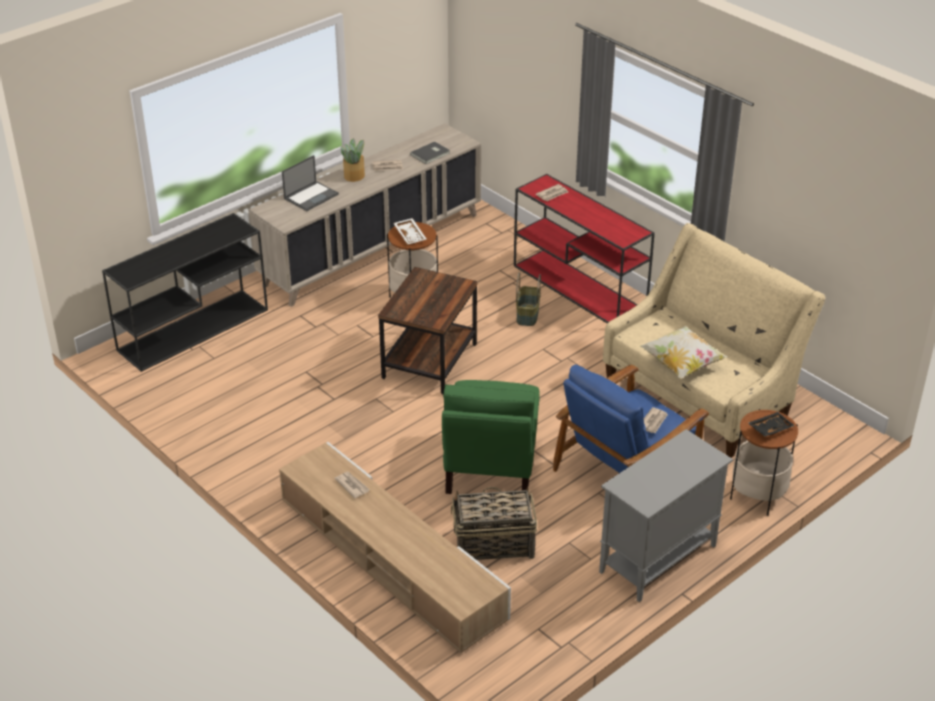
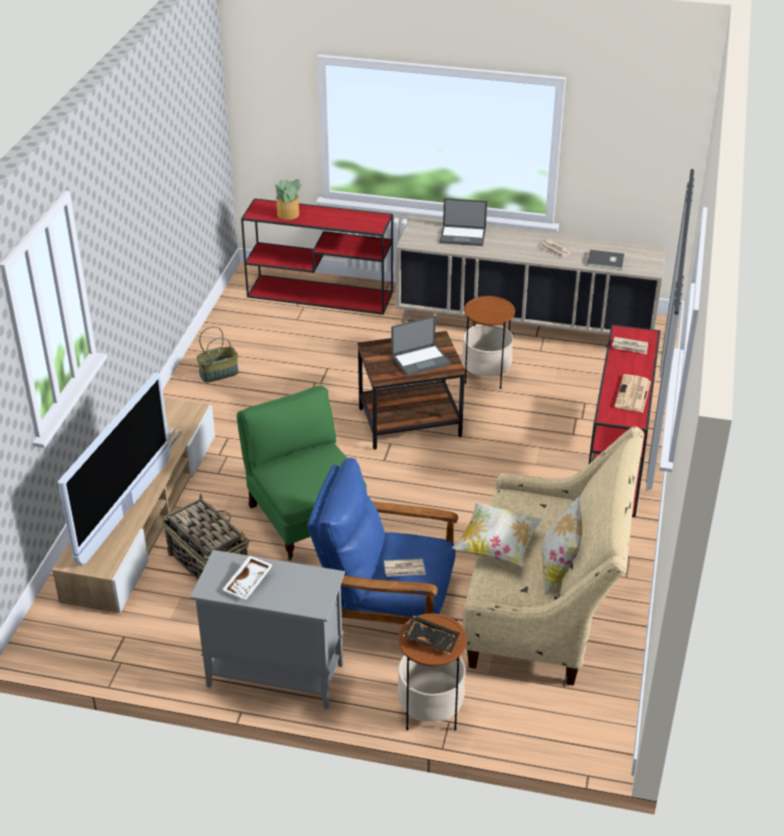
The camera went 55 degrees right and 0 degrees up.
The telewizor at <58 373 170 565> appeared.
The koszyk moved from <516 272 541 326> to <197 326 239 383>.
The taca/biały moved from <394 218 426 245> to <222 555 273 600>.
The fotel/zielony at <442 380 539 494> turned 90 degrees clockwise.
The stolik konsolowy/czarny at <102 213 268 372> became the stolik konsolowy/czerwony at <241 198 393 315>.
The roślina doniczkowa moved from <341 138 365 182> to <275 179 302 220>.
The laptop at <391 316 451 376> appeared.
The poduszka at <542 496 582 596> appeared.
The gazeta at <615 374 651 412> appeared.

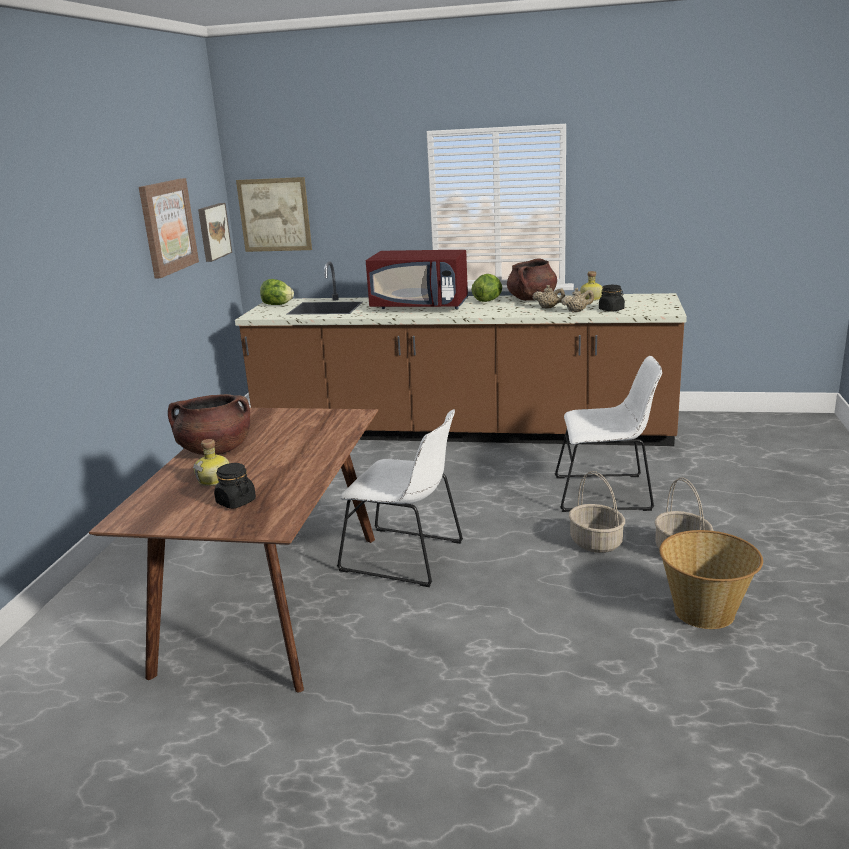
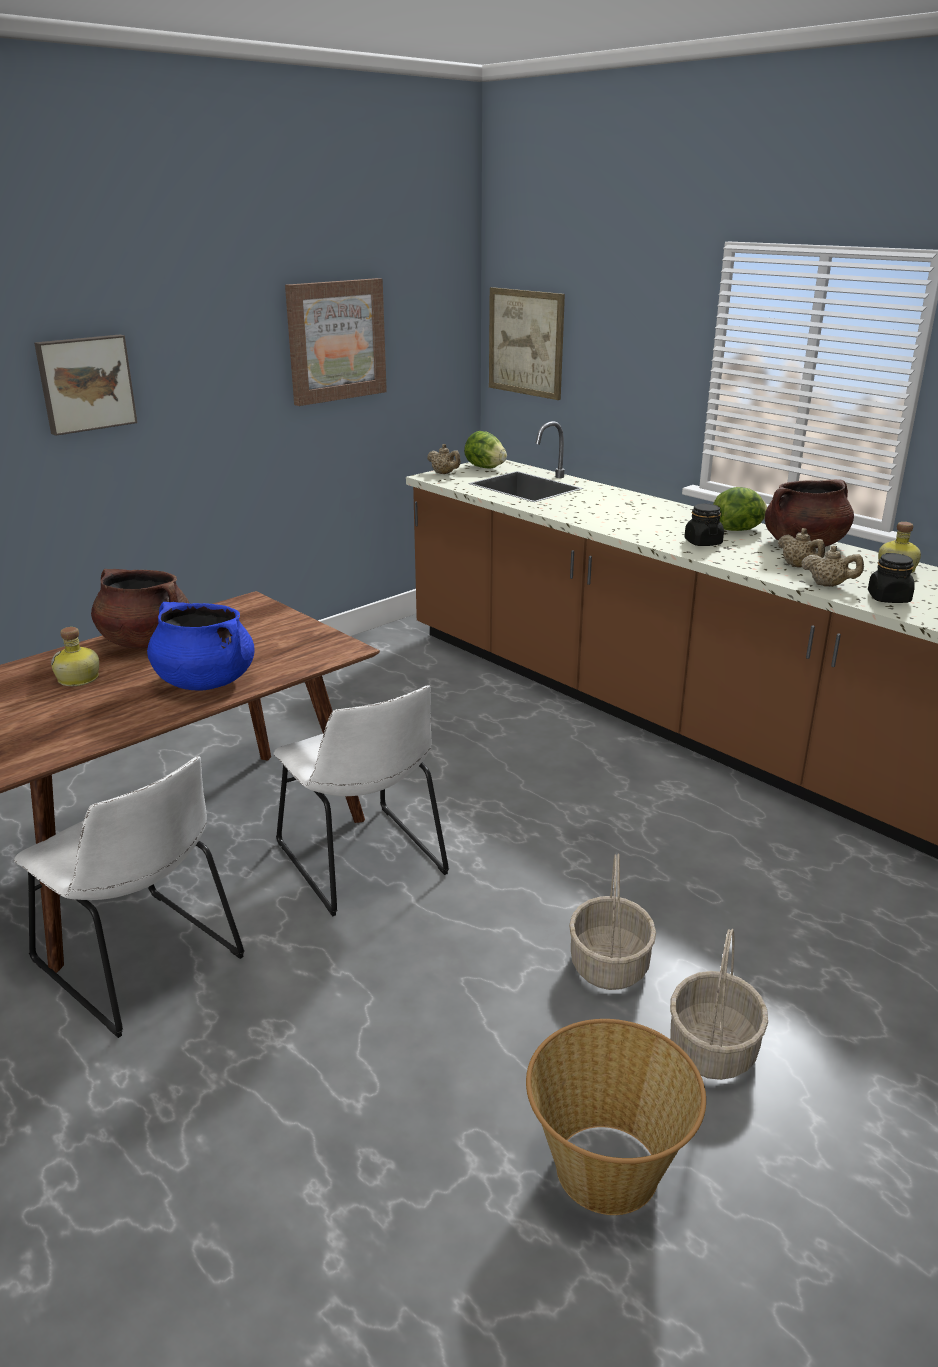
The camera went 35 degrees right and 5 degrees up.
The krzesło/biały moved from <555 356 662 512> to <14 756 245 1038>.
The obraz moved from <198 203 232 262> to <34 335 137 436>.
The garnek/niebieski at <147 602 255 691> appeared.
The imbryk/beżowy at <427 444 461 474> appeared.
The słoik/czarny moved from <214 463 256 509> to <684 504 724 546>.
The mikrofalówka/czerwony at <366 250 468 309> disappeared.

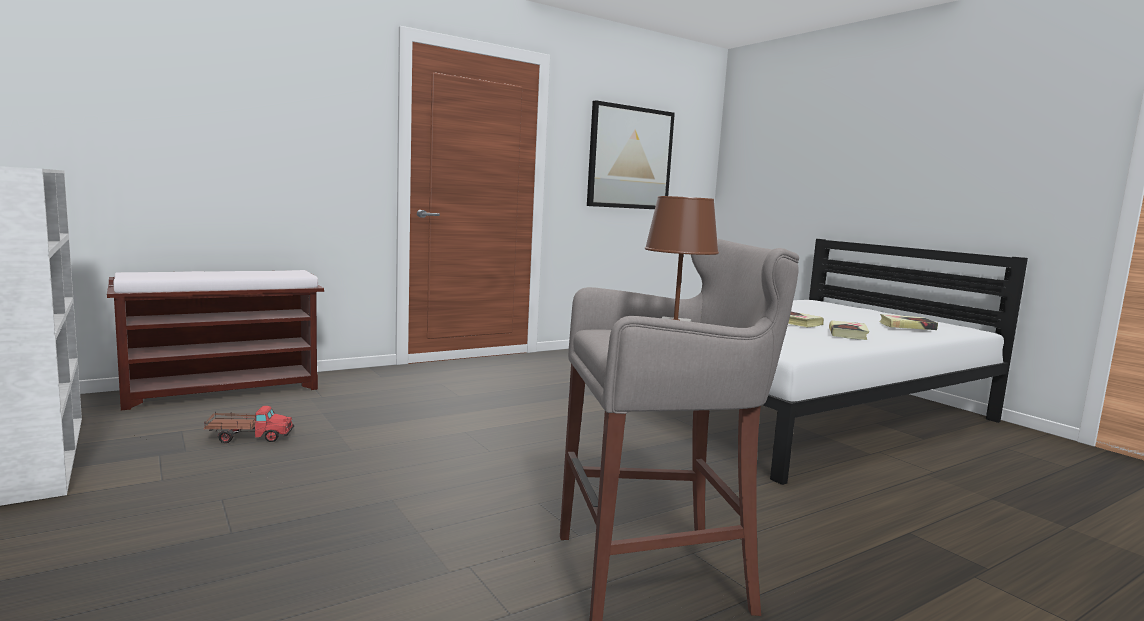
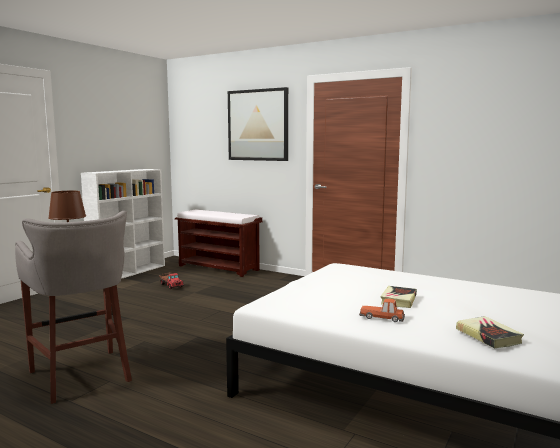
The camera went 65 degrees right and 0 degrees up.
The obraz moved from <587 100 675 209> to <228 87 288 161>.
The książka at <829 321 869 340> was replaced by the samochodzik at <359 299 405 322>.

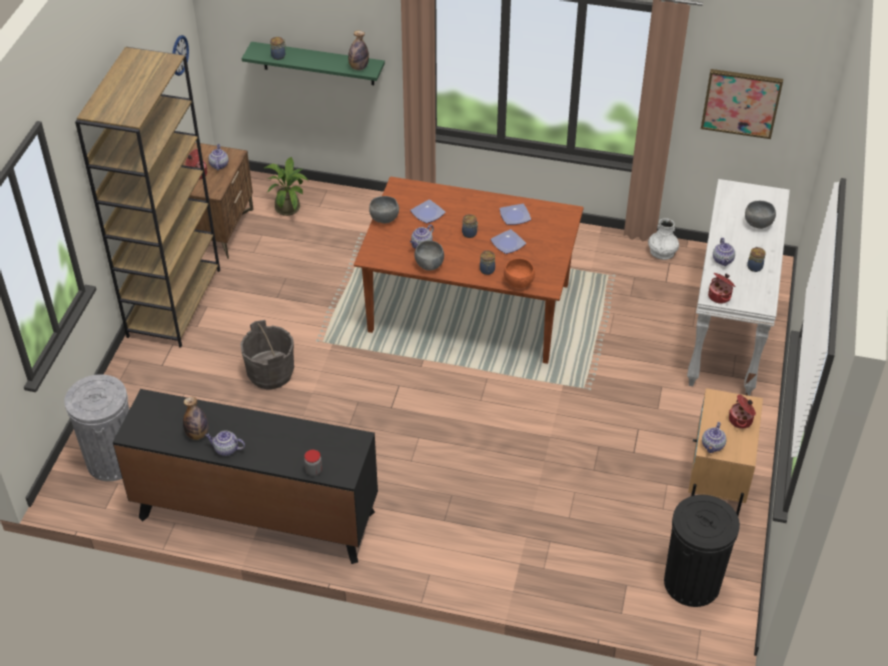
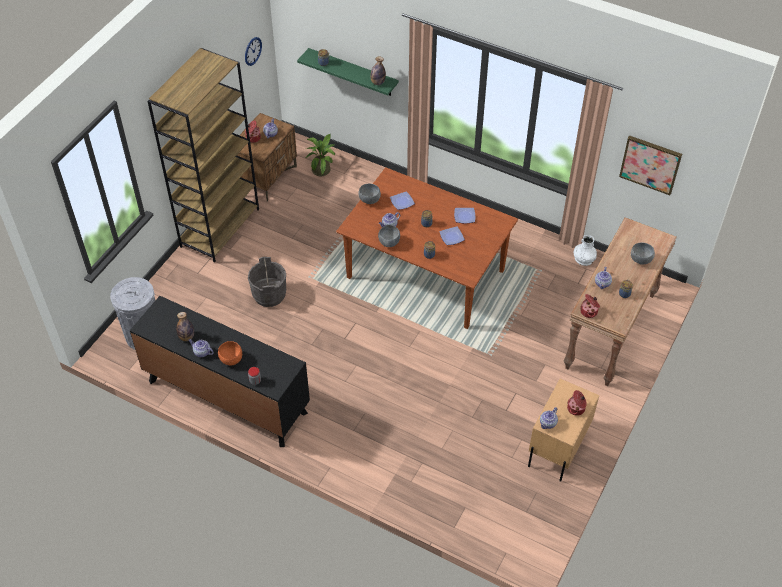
The camera went 15 degrees right and 5 degrees up.
The miska/pomarańczowy moved from <504 258 535 288> to <218 341 242 365>.
The stolik konsolowy/biały at <687 179 790 396> became the stolik konsolowy/brązowy at <563 217 677 386>.
The kosz na śmieci/czarny at <664 495 740 607> disappeared.

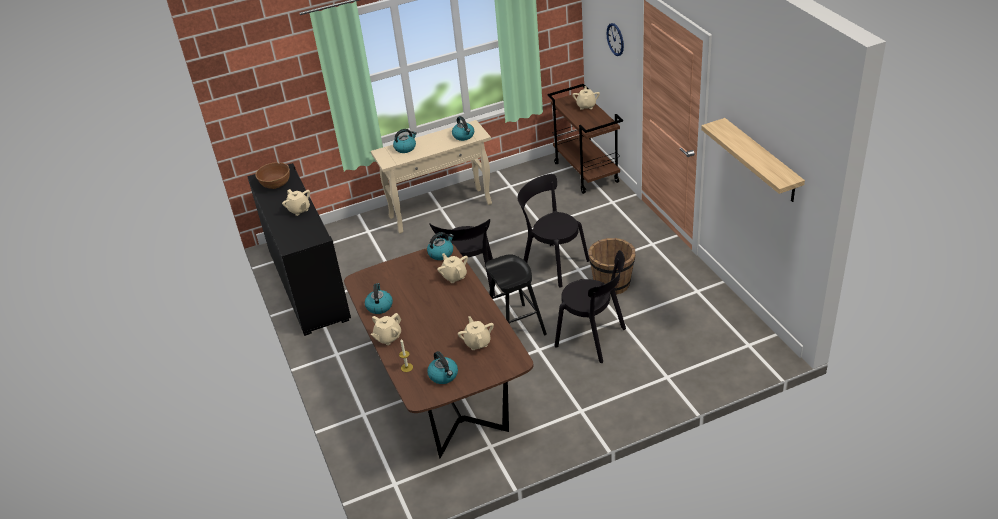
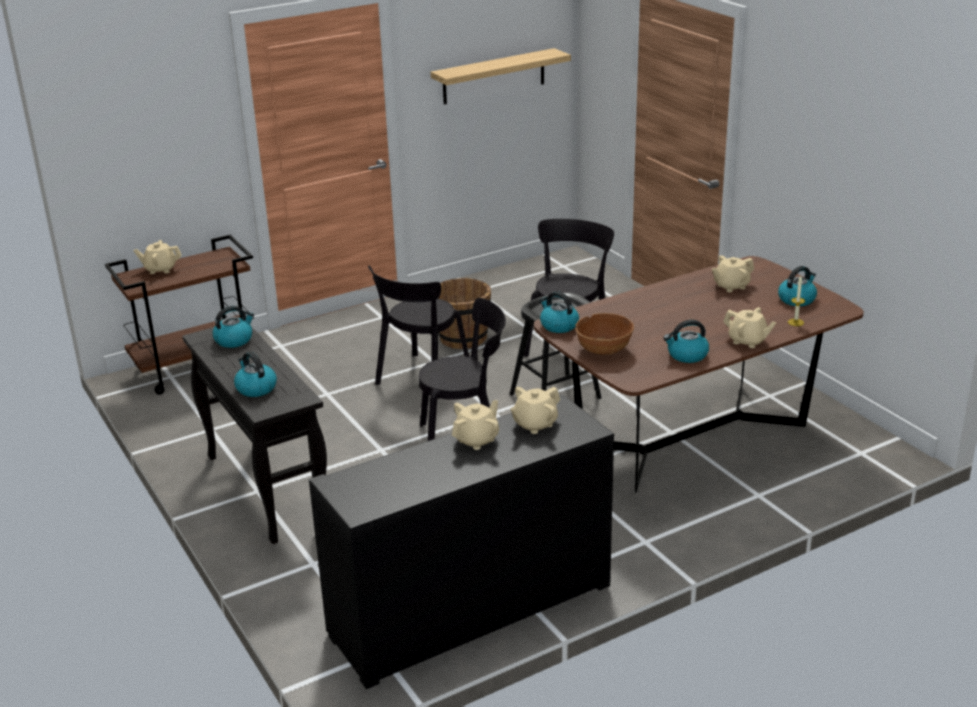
The camera went 100 degrees left and 10 degrees down.
The stolik konsolowy/beżowy at <371 120 492 234> became the stolik konsolowy/czarny at <182 326 327 544>.
The imbryk/beżowy moved from <437 253 468 283> to <510 387 560 434>.
The miska/brązowy moved from <255 162 290 189> to <575 313 634 355>.
The zegar ścienny at <607 23 624 56> disappeared.

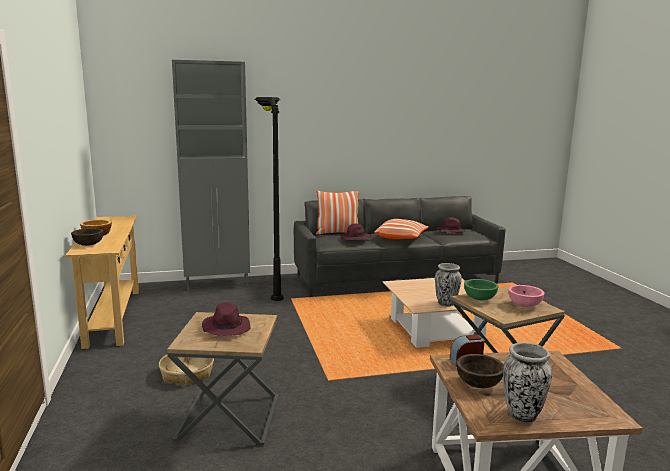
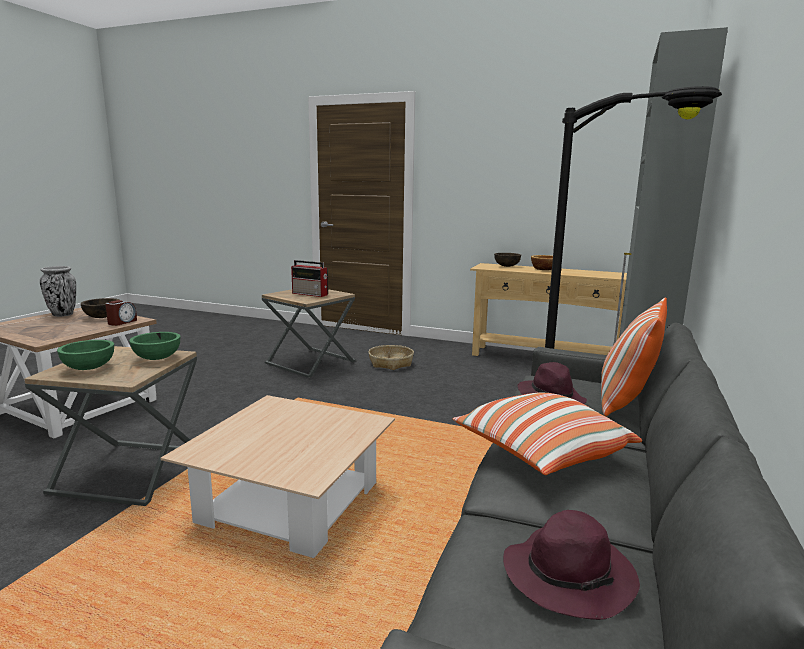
The camera went 125 degrees right and 0 degrees up.
The miska/różowy at <508 285 545 307> became the miska/zielony at <57 340 114 370>.
The kapelusz/fioletowy at <202 302 250 336> was replaced by the radio at <291 260 328 297>.
The wazon at <435 263 462 306> disappeared.

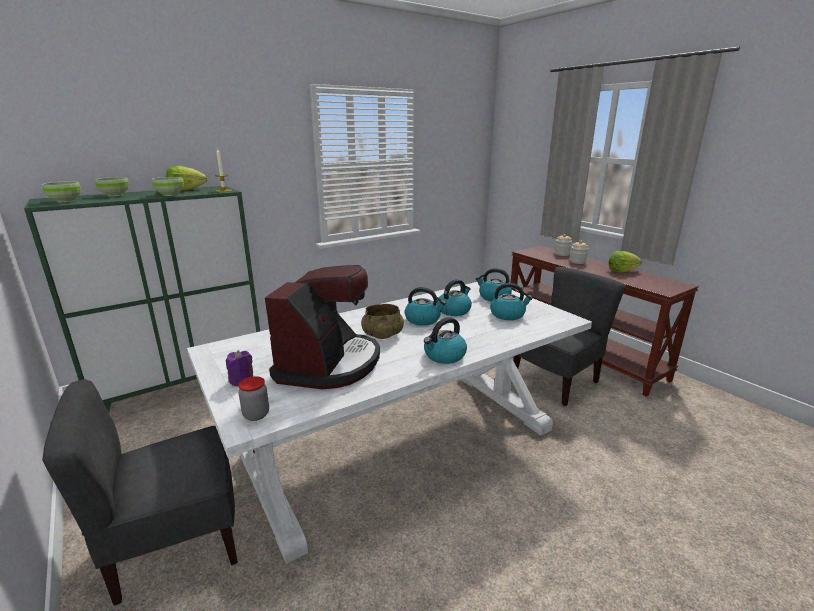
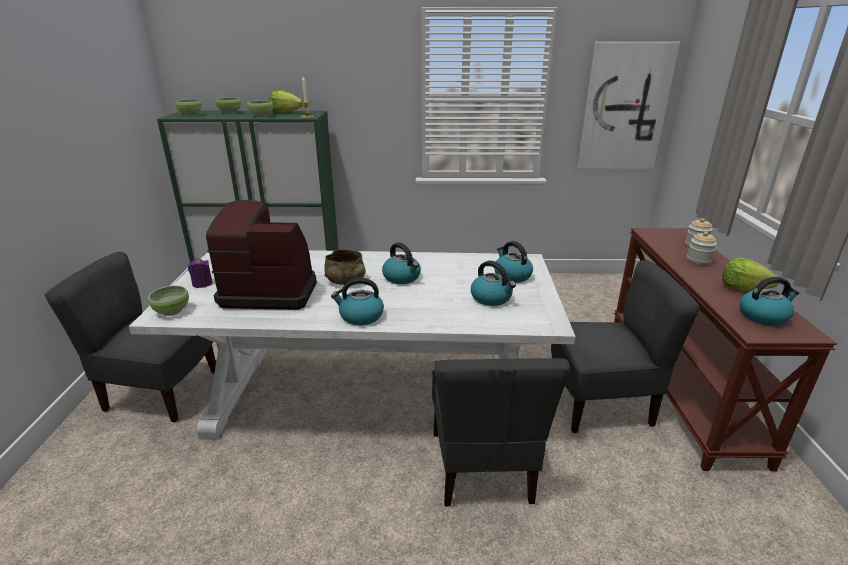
The camera went 35 degrees right and 5 degrees up.
The słoik at <238 376 269 421> was replaced by the miska/zielony at <148 285 189 316>.
The ekspres do kawy at <265 265 380 389> turned 135 degrees counterclockwise.
The krzesło/szary at <432 358 570 507> appeared.
The obraz at <577 42 680 169> appeared.
The czajnik moved from <437 279 472 316> to <740 277 799 326>.

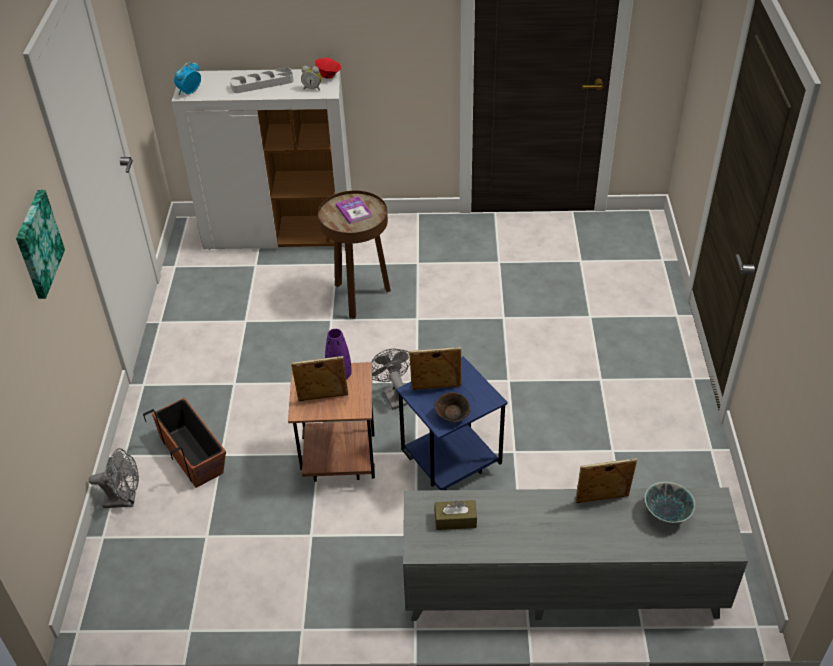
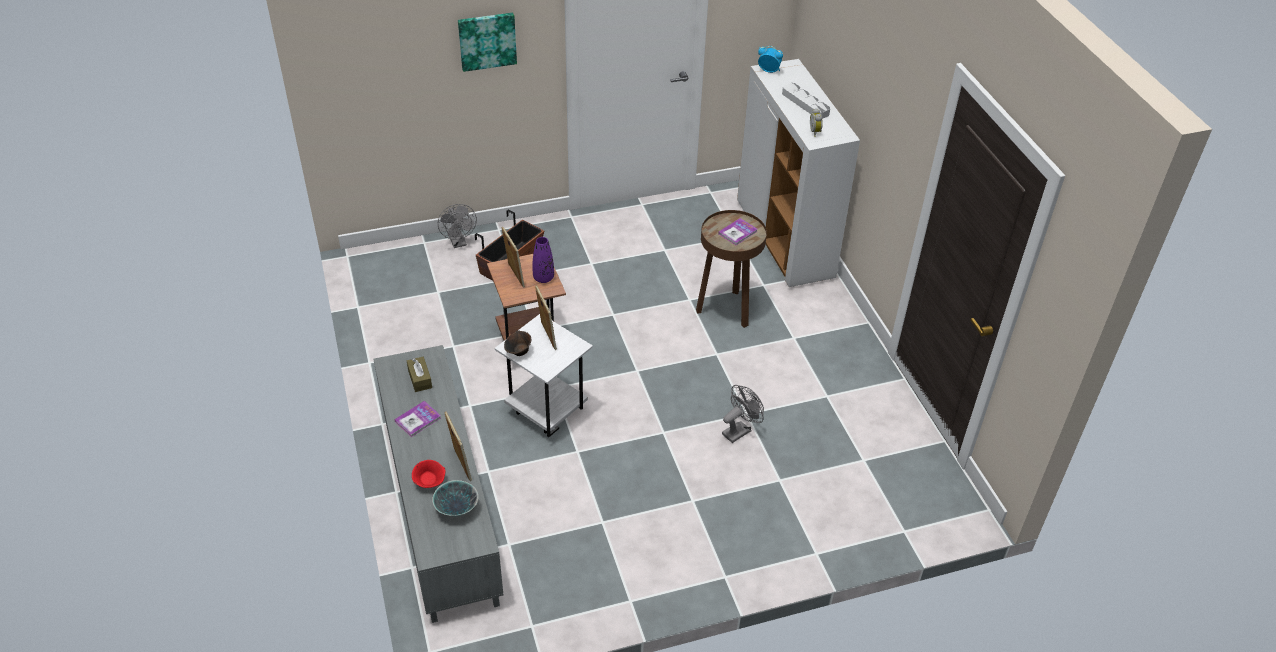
The camera went 70 degrees right and 0 degrees up.
The książka at <394 401 441 437> appeared.
The miska/czerwony moved from <315 58 341 79> to <412 460 446 488>.
The stolik/niebieski at <396 356 508 490> became the stolik/biały at <495 314 593 437>.
The wentylator/szary moved from <371 348 410 410> to <722 385 764 443>.

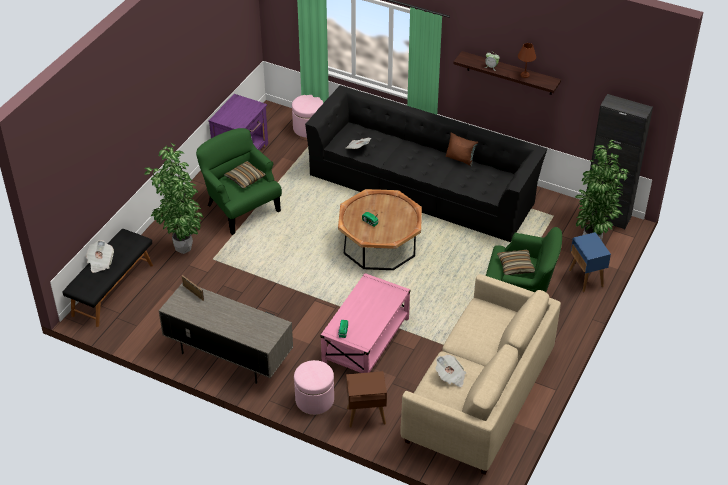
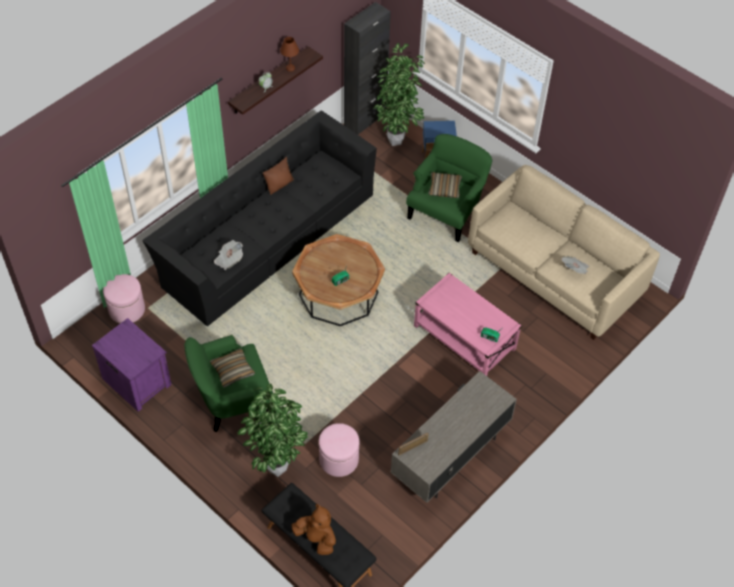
The camera went 75 degrees left and 10 degrees up.
The gazeta at <86 240 114 273> was replaced by the pluszak/brązowy at <292 504 336 555>.
The pufa/różowy moved from <294 360 334 415> to <319 423 359 477>.
The stolik/brązowy at <346 371 387 428> disappeared.

